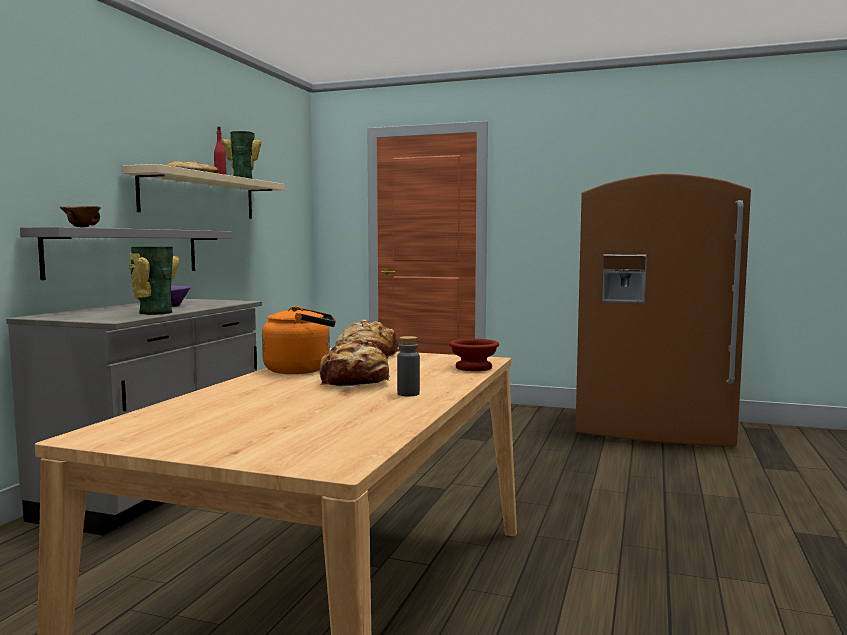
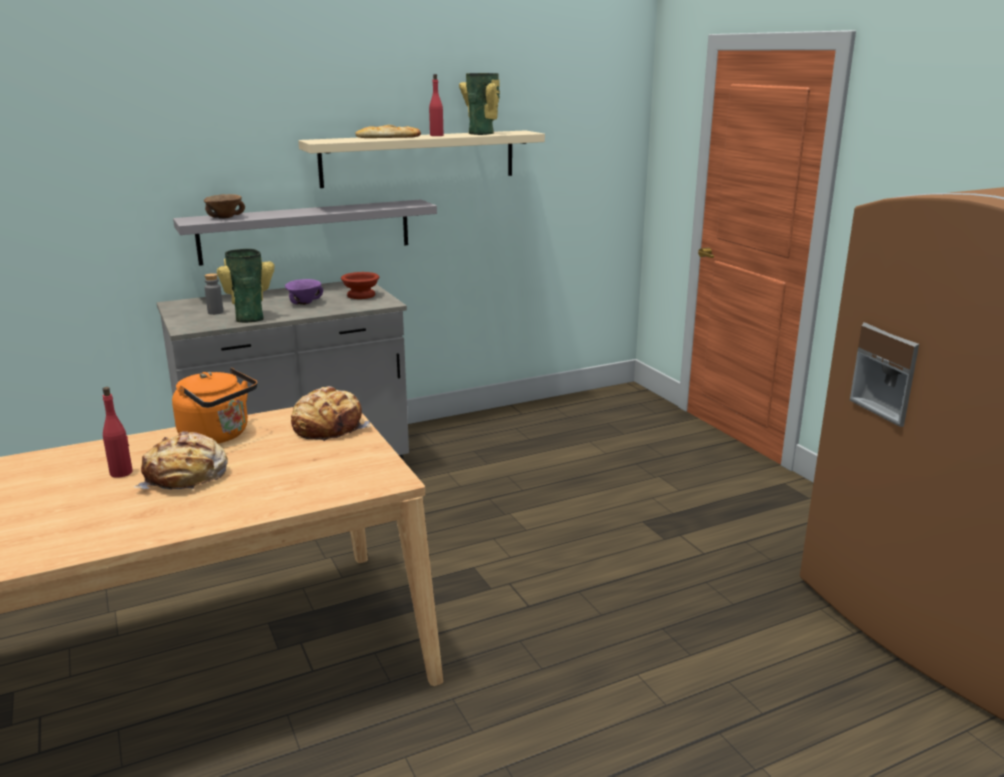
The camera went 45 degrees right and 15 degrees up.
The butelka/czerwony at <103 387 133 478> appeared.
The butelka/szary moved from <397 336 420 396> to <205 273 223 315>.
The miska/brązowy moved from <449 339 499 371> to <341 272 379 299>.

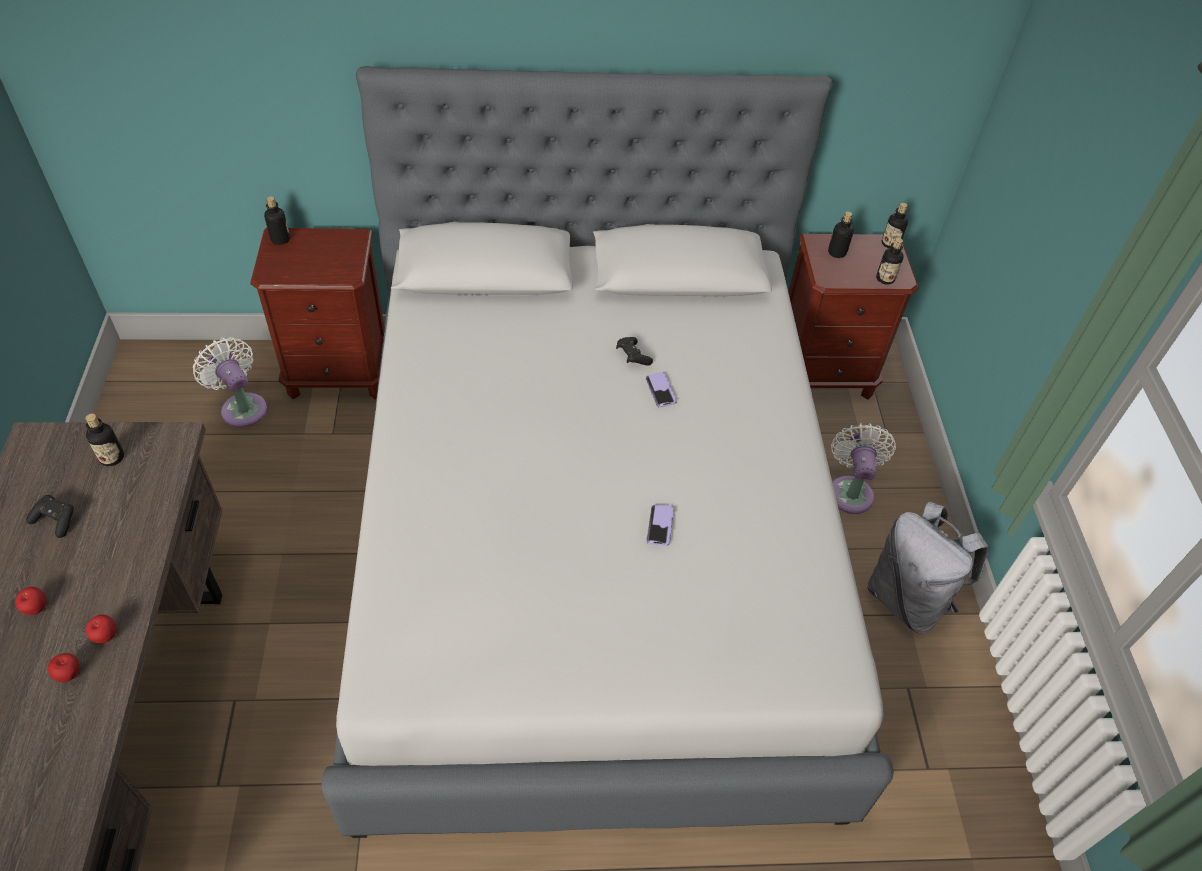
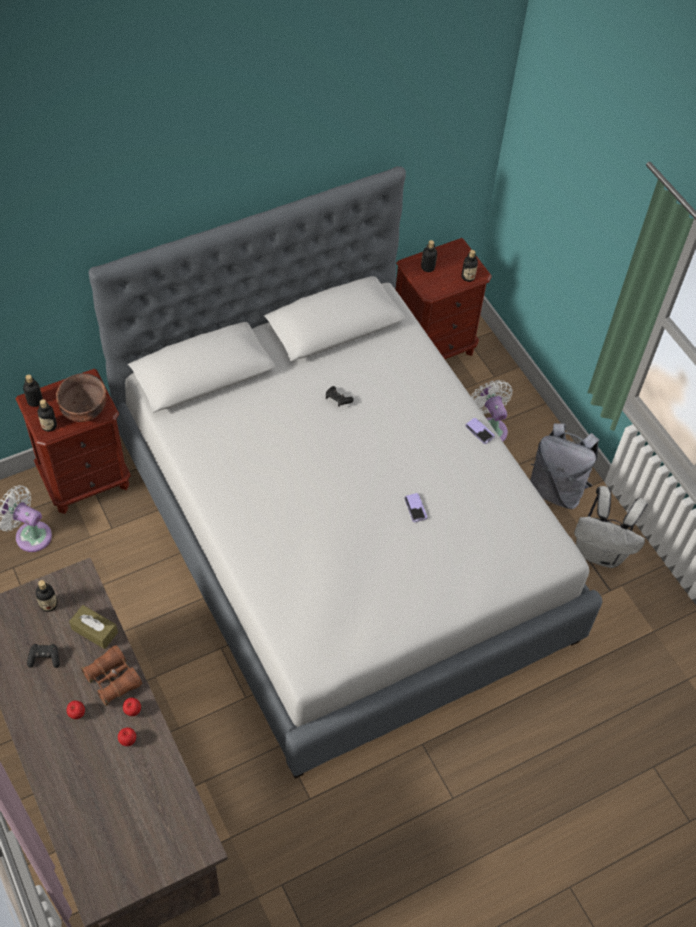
The camera went 25 degrees left and 5 degrees up.
The butelka moved from <881 203 908 248> to <37 399 57 432>.
The miska/brązowy at <56 373 106 422> appeared.
The pudełko chusteczek/brązowy at <69 605 118 649> appeared.
The lornetka/brązowy at <81 645 142 706> appeared.
The telefon moved from <646 372 677 408> to <465 418 495 444>.
The plecak/biały at <574 486 648 568> appeared.

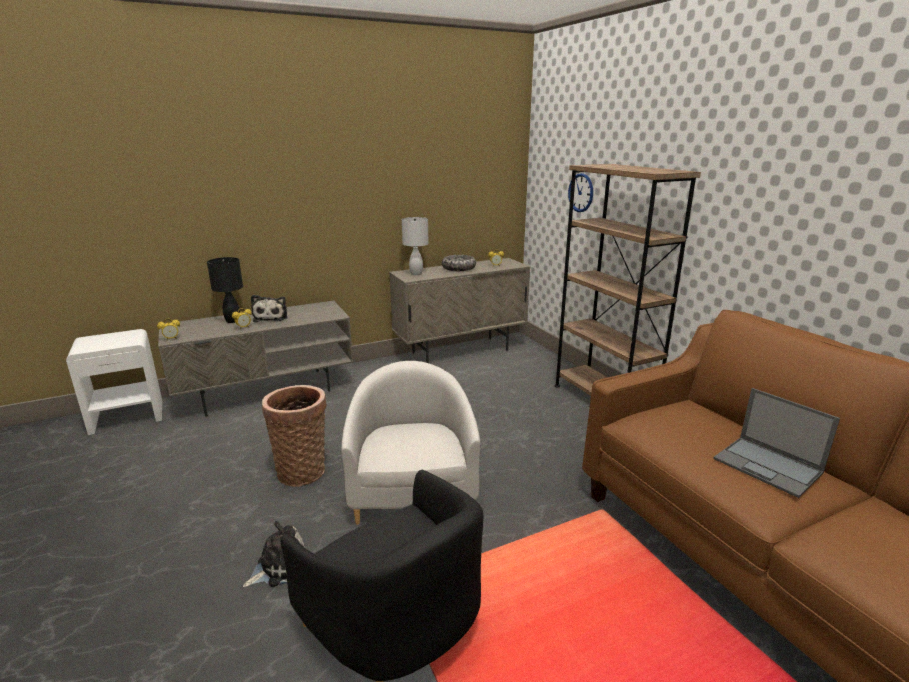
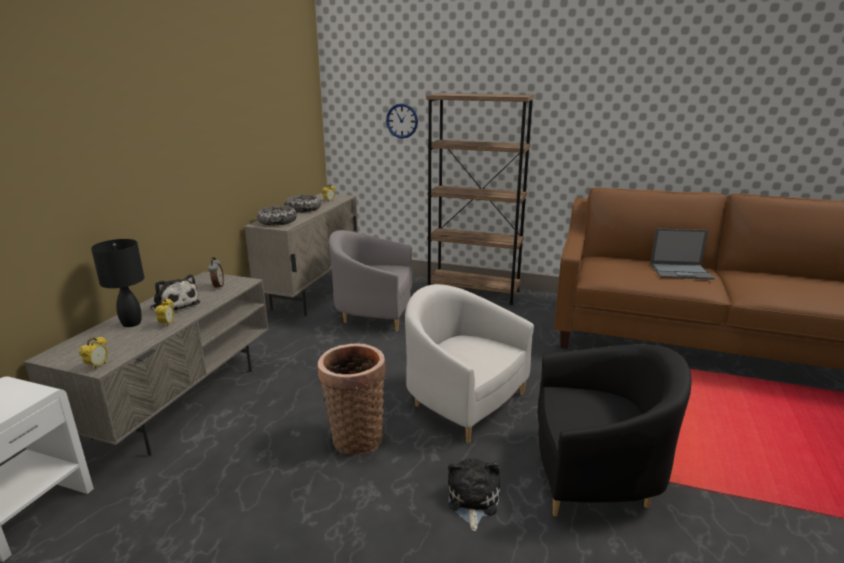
The camera went 45 degrees left and 0 degrees up.
The budzik at <208 257 224 290> appeared.
The lampa stołowa/biały at <402 217 429 275> was replaced by the miska at <257 206 297 226>.
The fotel/szary at <329 230 412 331> appeared.

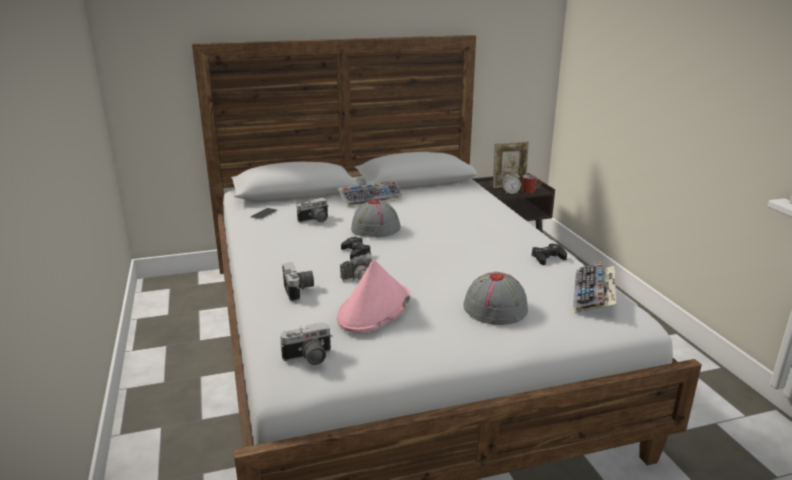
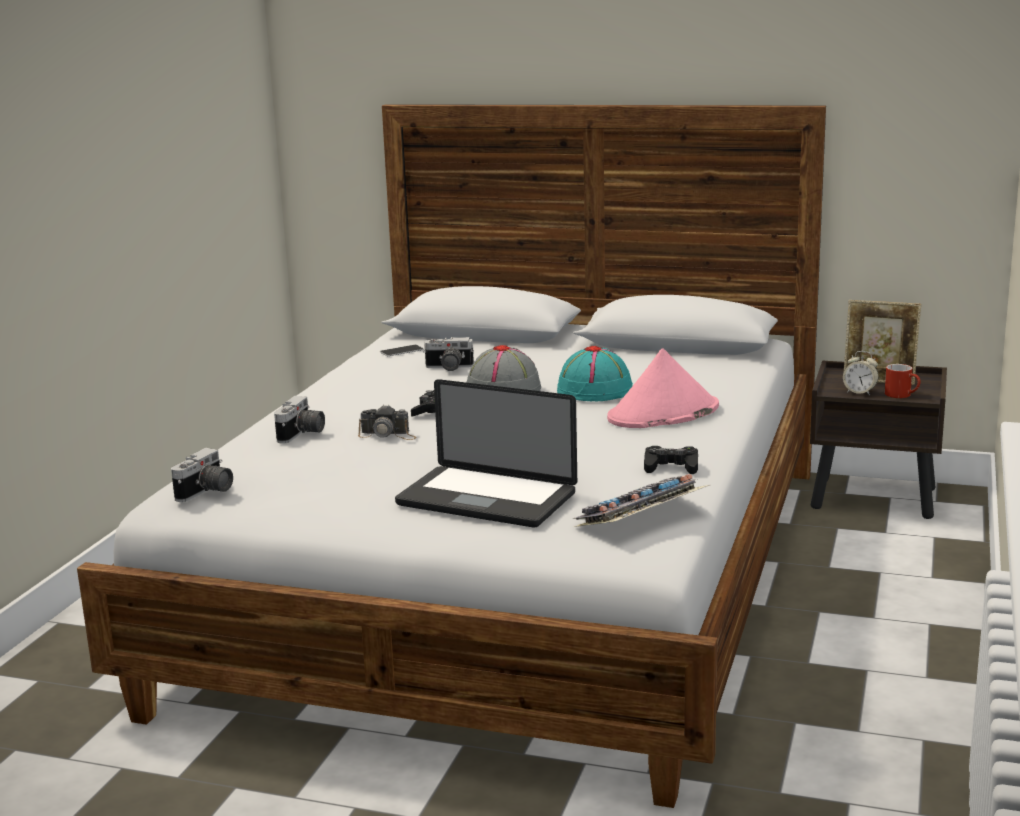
The camera went 35 degrees right and 5 degrees down.
The aparat fotograficzny at <280 322 332 365> turned 75 degrees counterclockwise.
The kapelusz/szary at <463 271 528 325> was replaced by the laptop at <395 379 577 528>.
The kapelusz/turkusowy at <557 346 633 401> appeared.
The kapelusz/różowy moved from <337 259 410 333> to <607 349 719 428>.
The klawiatura at <338 181 403 207> disappeared.

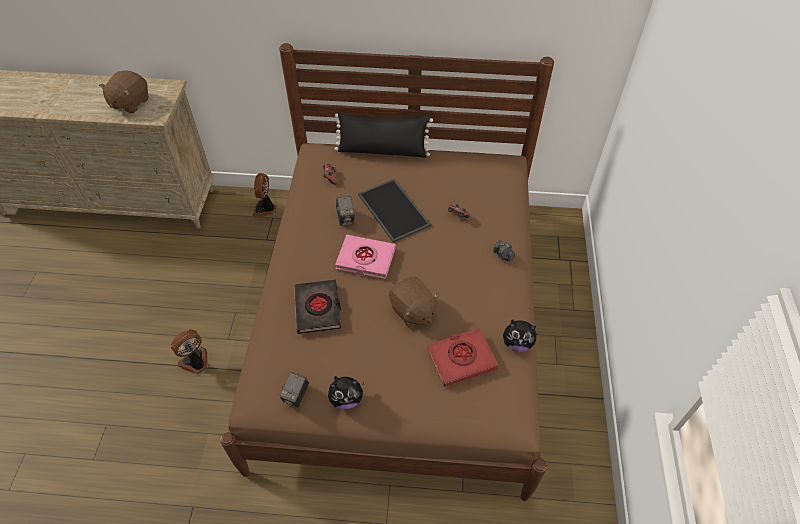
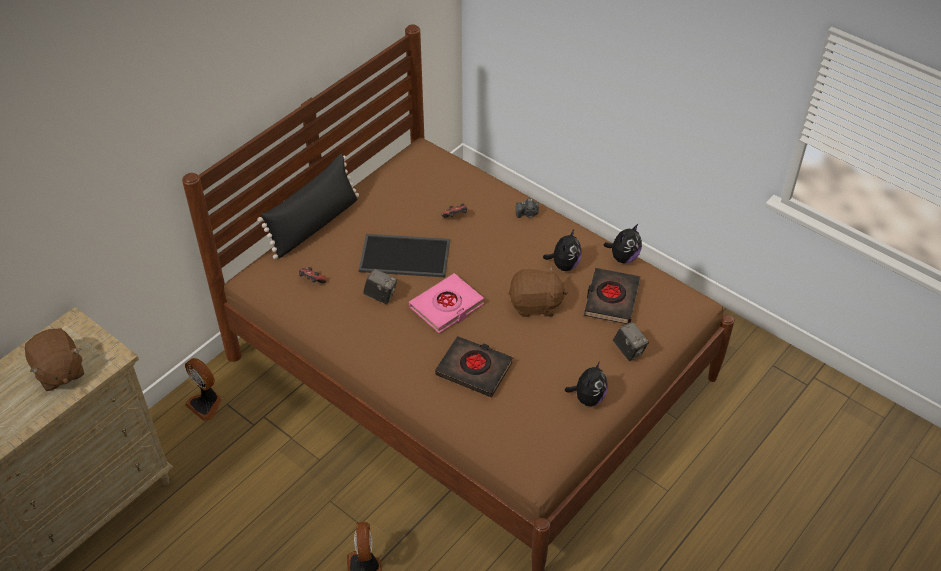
The camera went 55 degrees left and 5 degrees down.
The pluszak at <543 229 582 271> appeared.
The książka/czerwony at <427 328 498 386> became the książka/czarny at <584 268 641 324>.
The aparat fotograficzny moved from <280 372 309 407> to <613 322 649 361>.

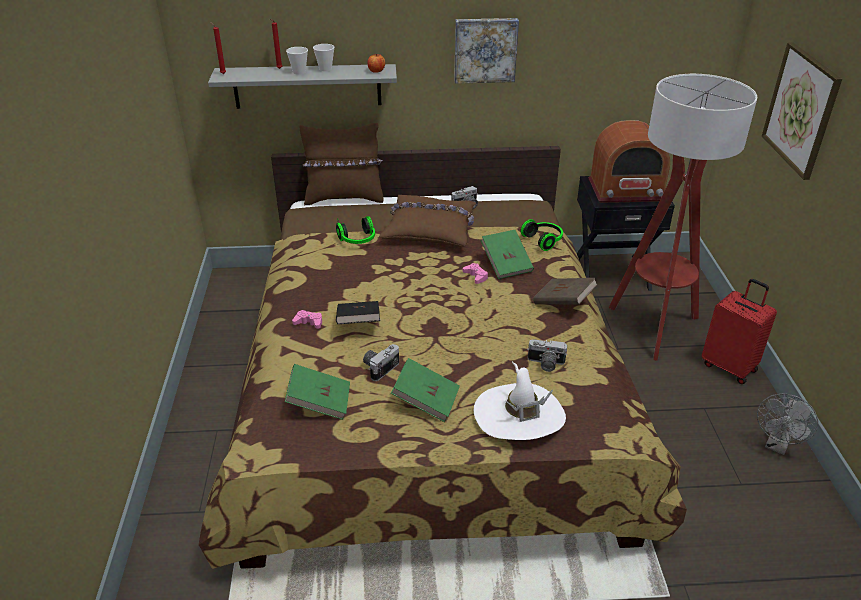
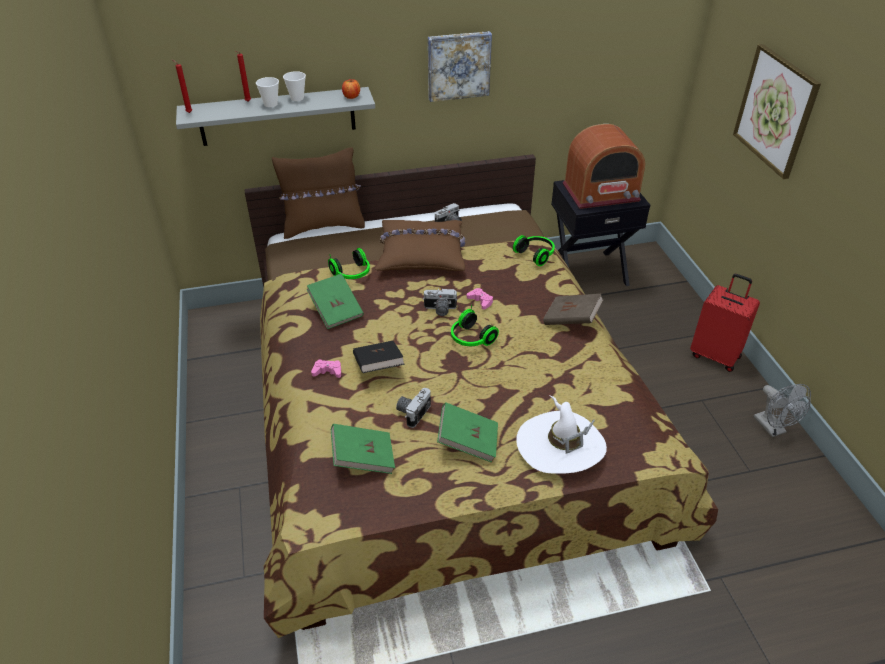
The camera went 10 degrees left and 5 degrees up.
The książka/zielony moved from <481 230 534 279> to <307 273 364 329>.
The aparat fotograficzny moved from <527 339 567 372> to <423 289 457 316>.
The słuchawki at <451 305 499 346> appeared.
The wentylator/szary at <757 394 818 455> turned 45 degrees counterclockwise.
The lampa stojąca at <609 74 757 361> disappeared.

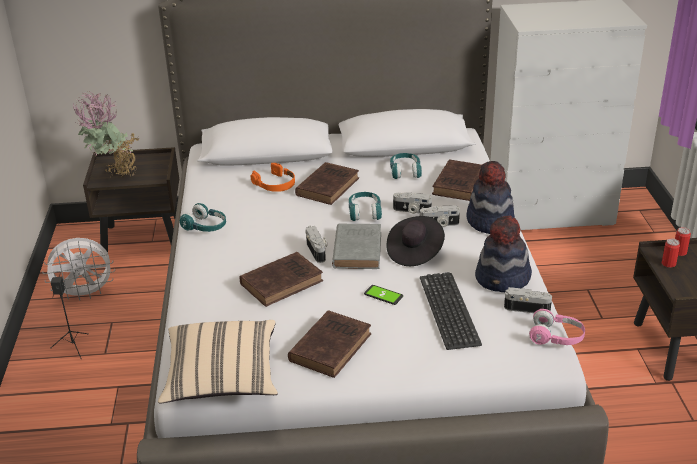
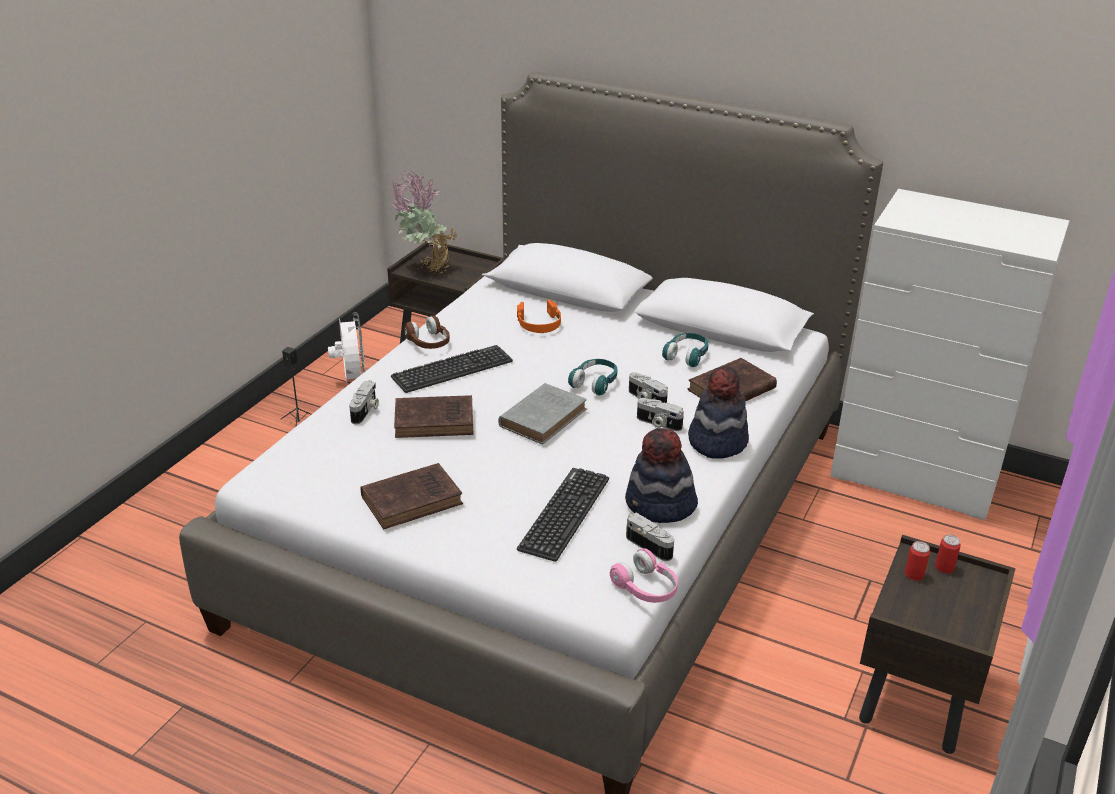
The camera went 30 degrees right and 0 degrees up.
The wentylator/biały at <42 238 115 300> turned 120 degrees counterclockwise.
The aparat fotograficzny moved from <305 226 327 263> to <349 380 379 424>.
The klawiatura at <391 345 513 393> appeared.
The słuchawki/turkusowy at <180 203 226 232> became the słuchawki/brązowy at <404 315 450 349>.
The poduszka/beżowy at <158 320 278 404> disappeared.
The książka/brązowy at <295 162 359 205> disappeared.
The telefon at <364 285 403 305> disappeared.
The kapelusz/czarny at <386 216 445 266> disappeared.

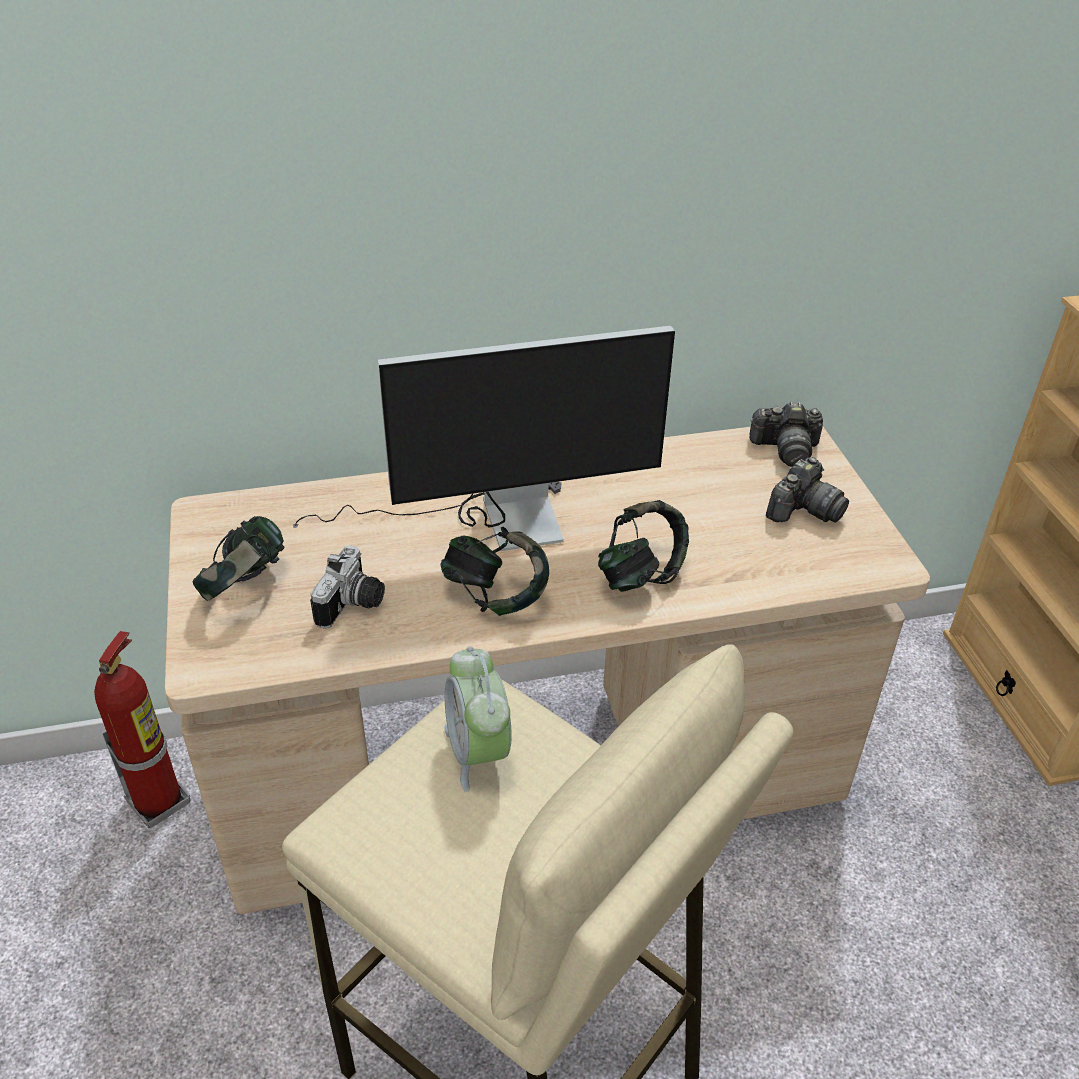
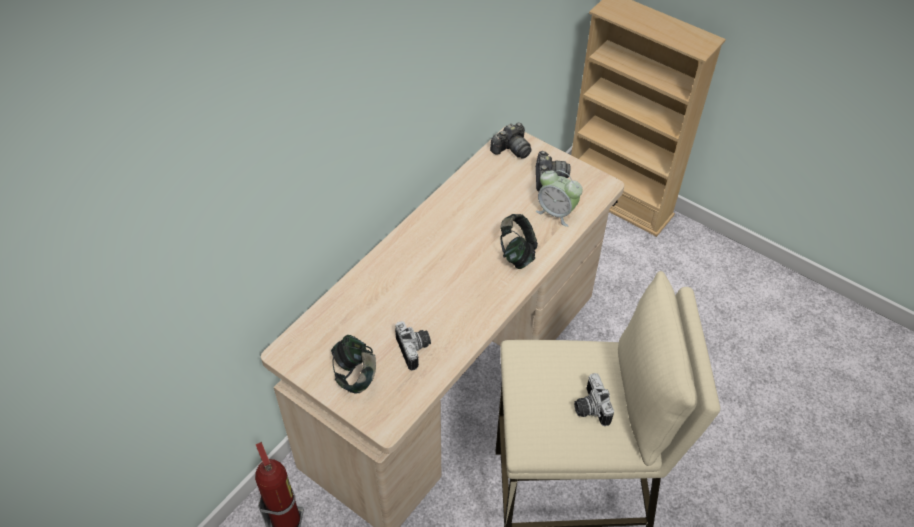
The camera went 40 degrees left and 10 degrees up.
The budzik moved from <444 646 512 792> to <536 170 583 227>.
The aparat fotograficzny at <574 373 614 426> appeared.
The monitor at <293 326 675 551> disappeared.
The słuchawki at <440 527 549 616> disappeared.

